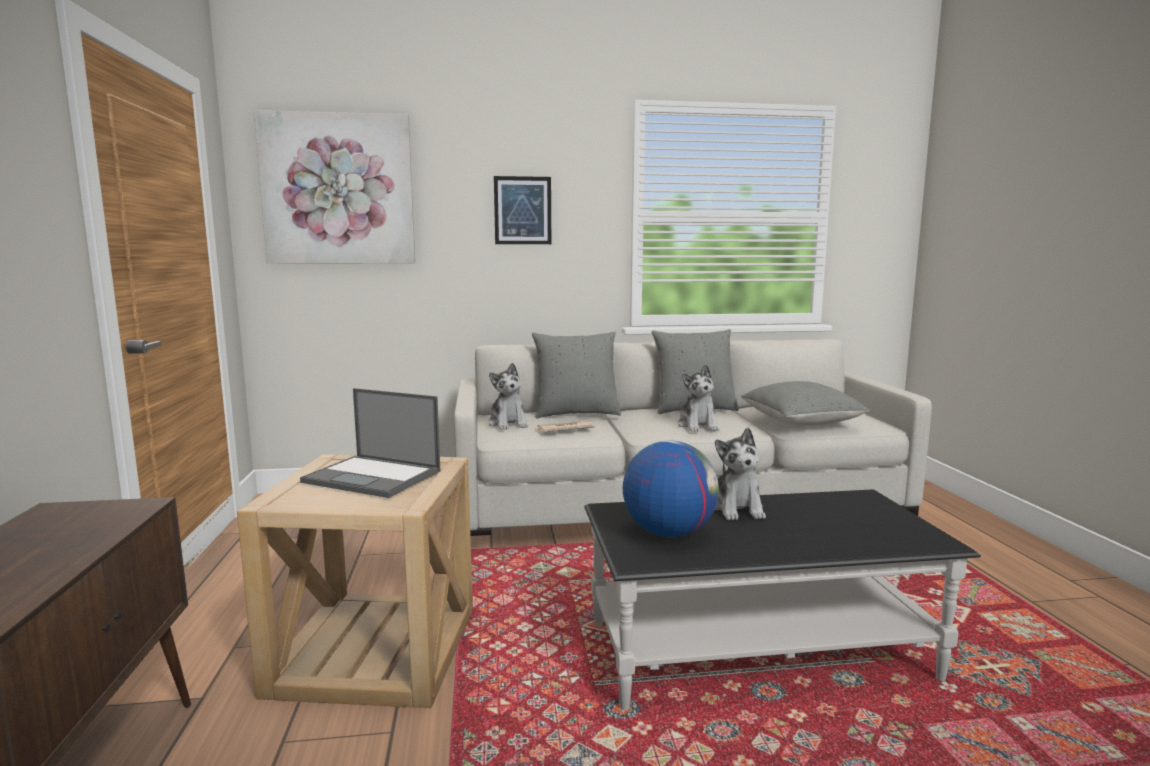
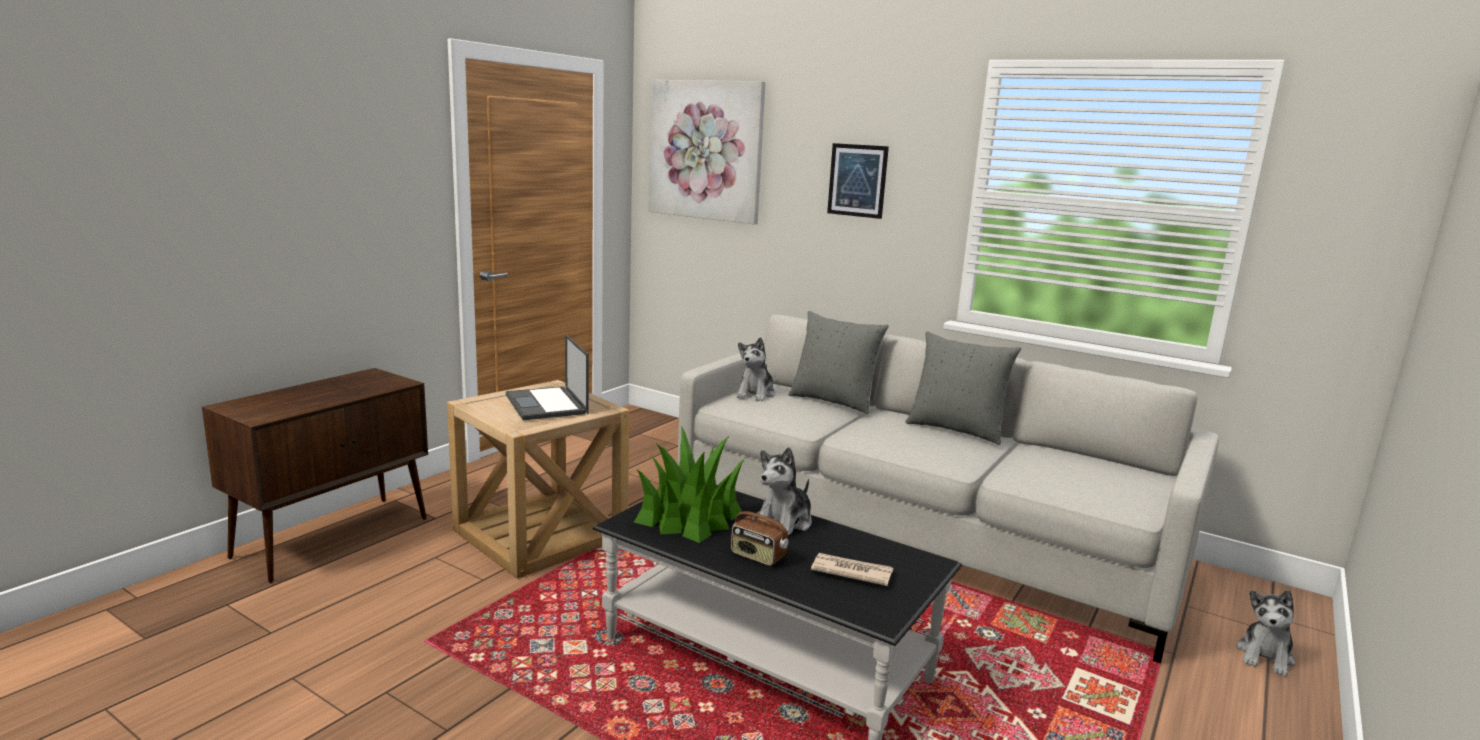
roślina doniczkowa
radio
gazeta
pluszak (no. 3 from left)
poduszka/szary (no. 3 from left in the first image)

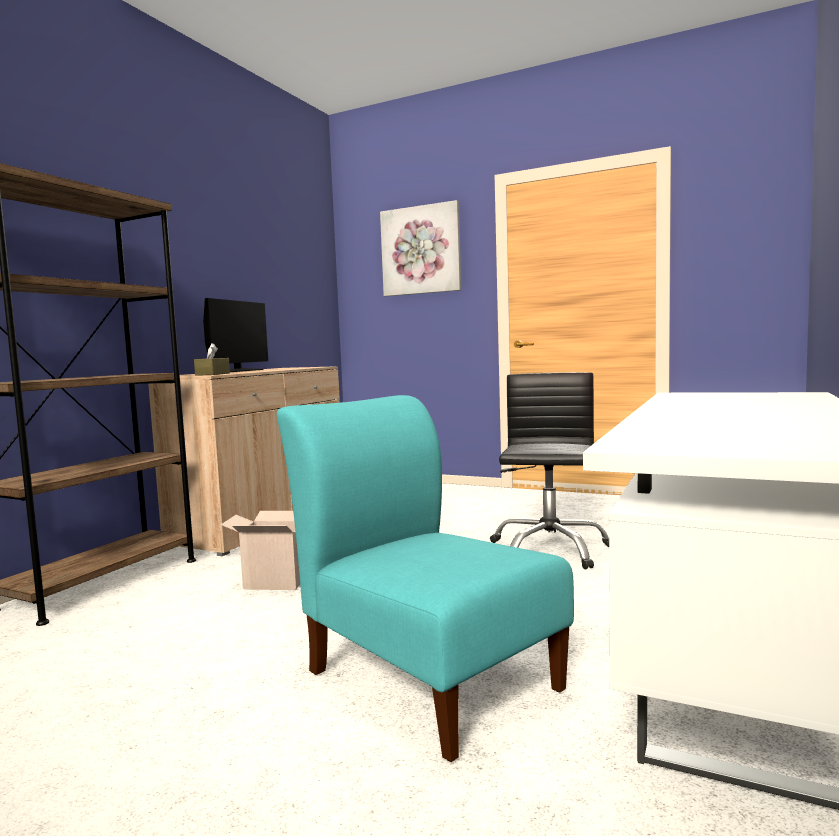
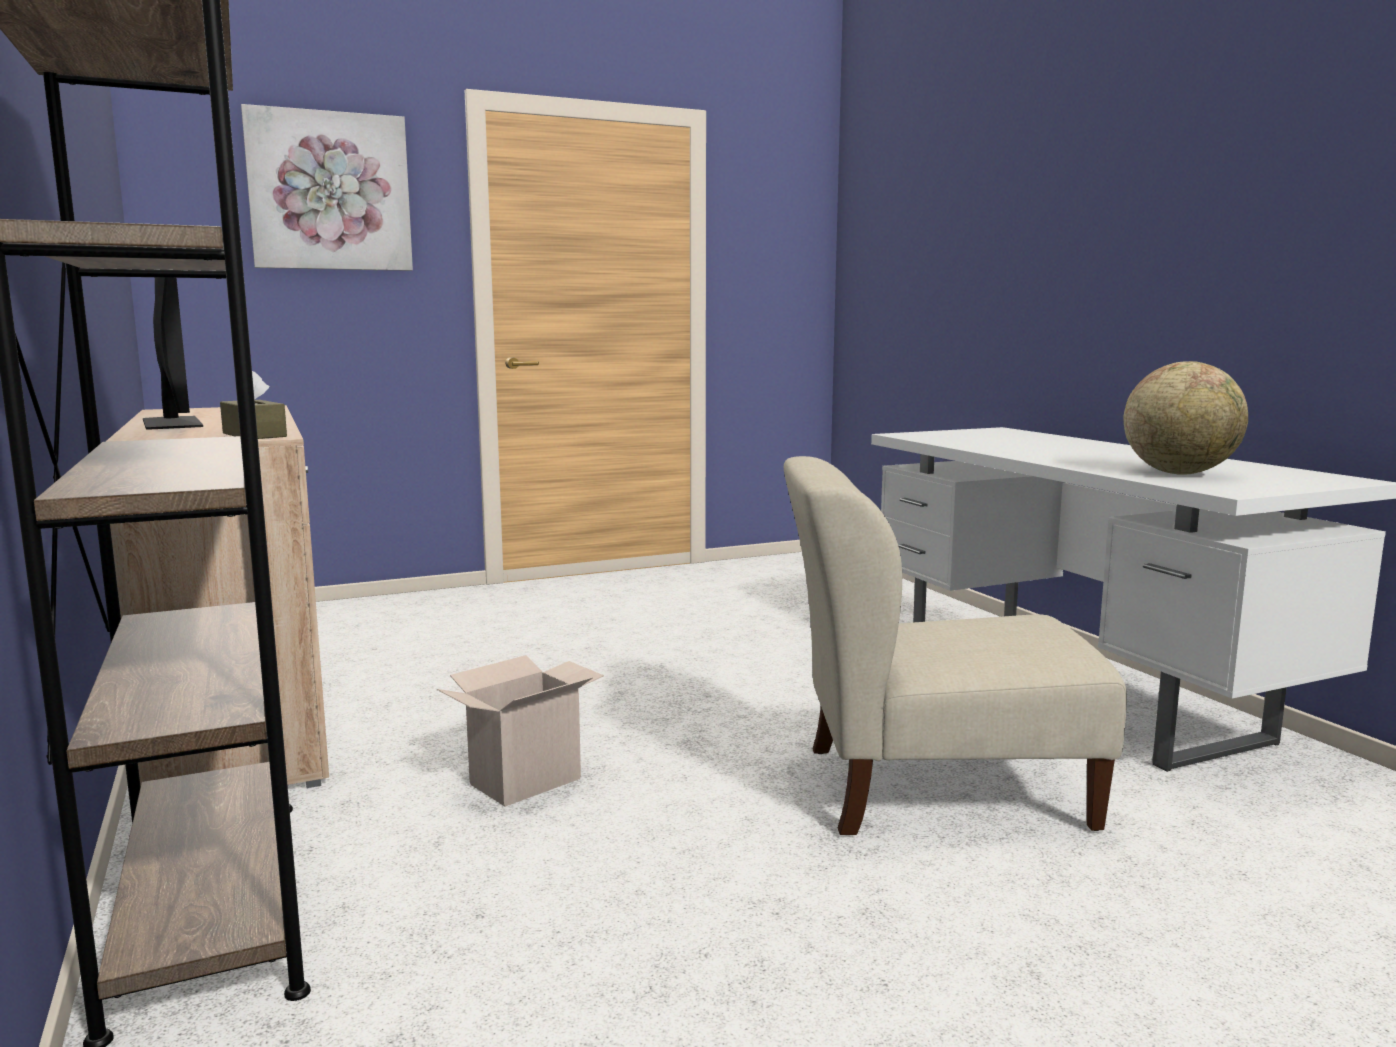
krzesło/beżowy
globus
krzesło biurowe/czarny

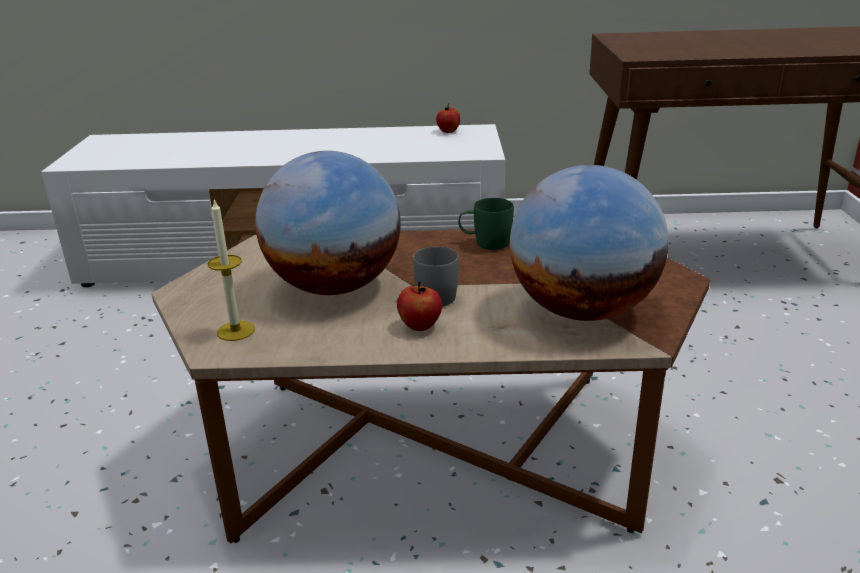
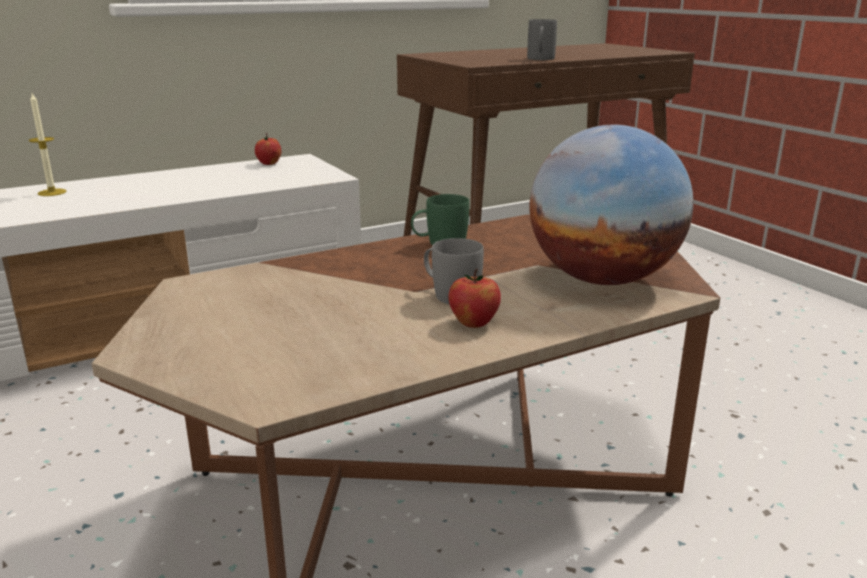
świeca
kubek/szary (no. 2 from left)
globus (no. 1 from left in the first image)

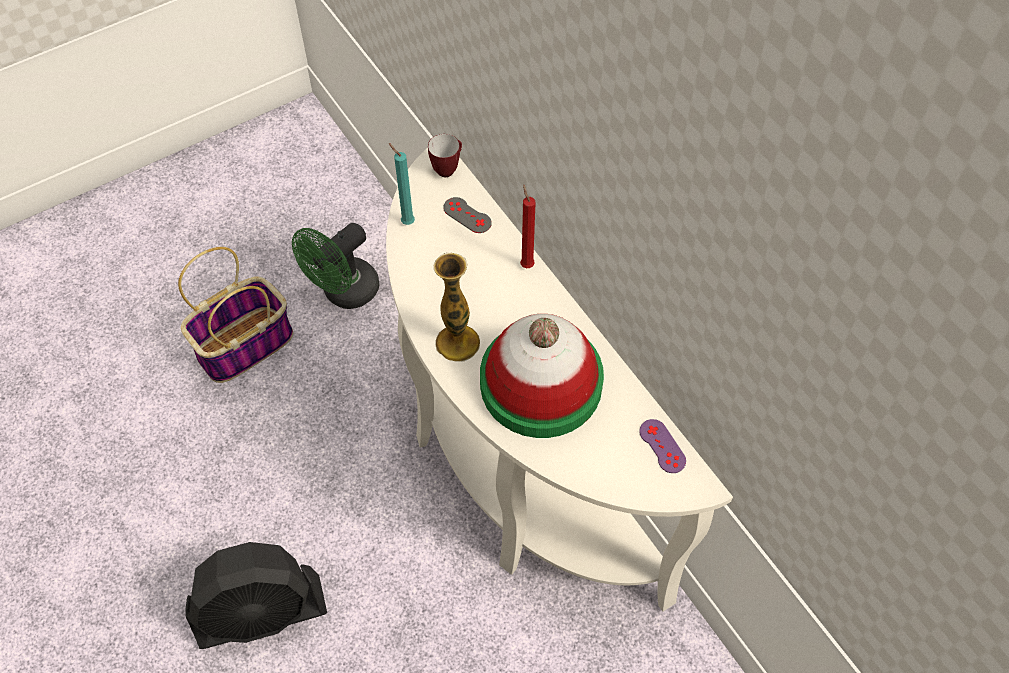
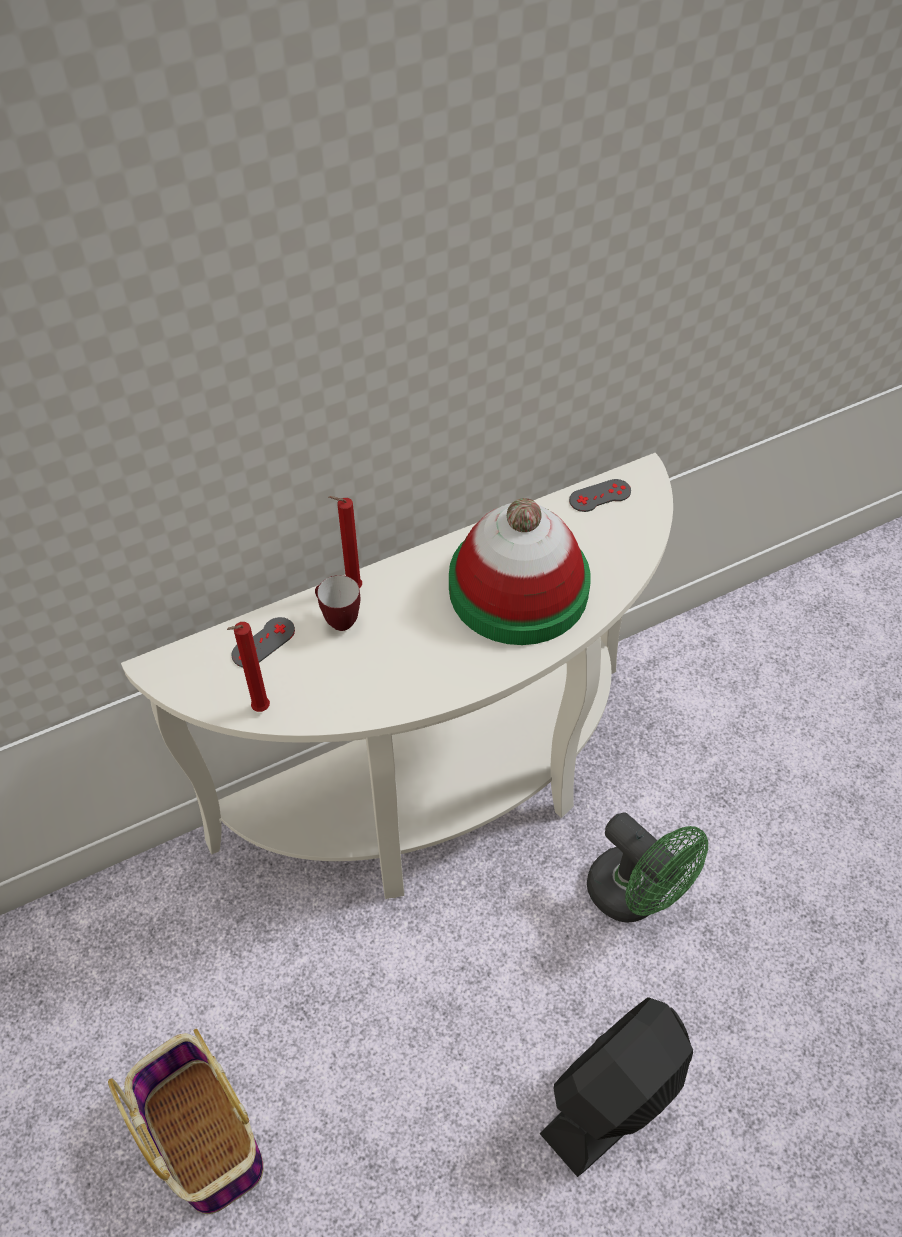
świeca/czerwony (no. 1 from left)
kubek
wentylator/czarny
pad do gier/szary (no. 2 from left)
wentylator/zielony
wazon

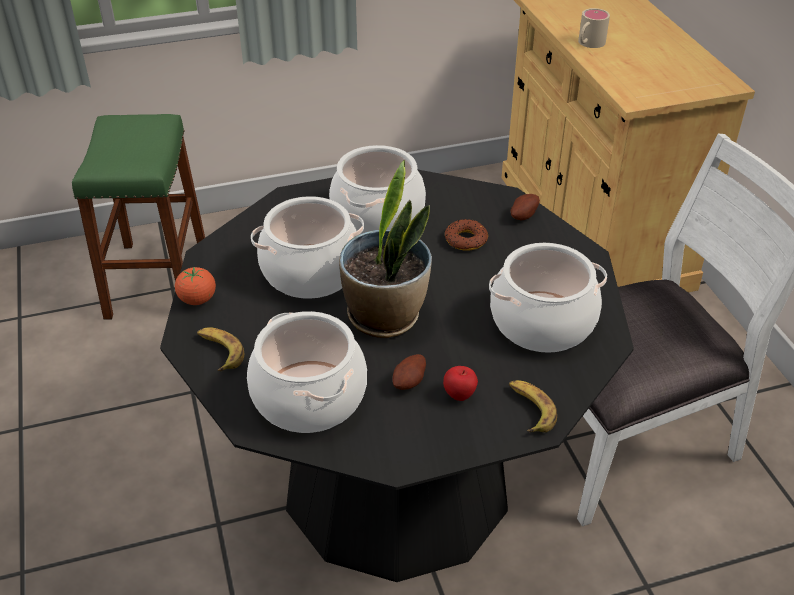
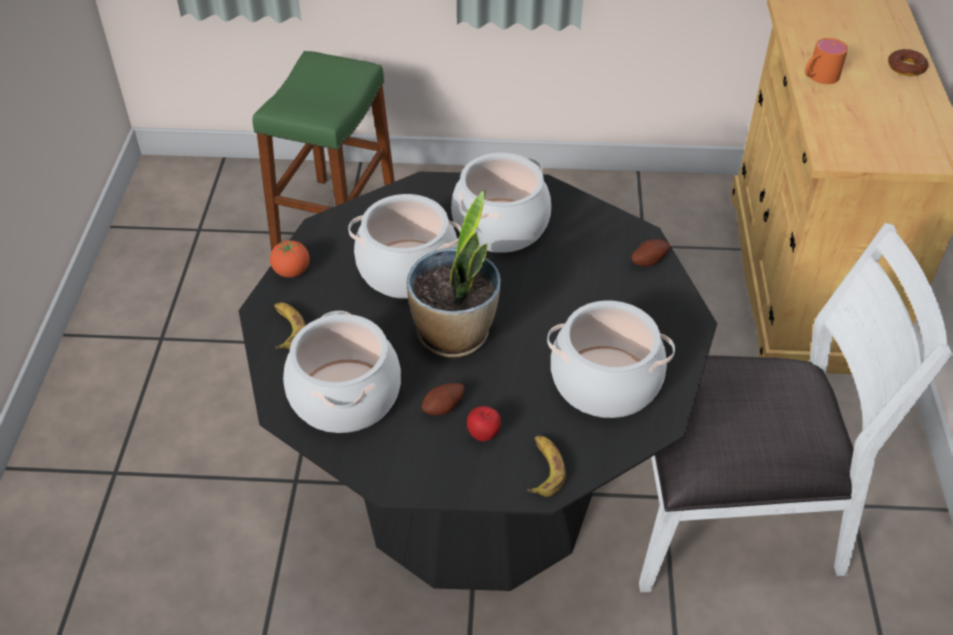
kubek/pomarańczowy
donut

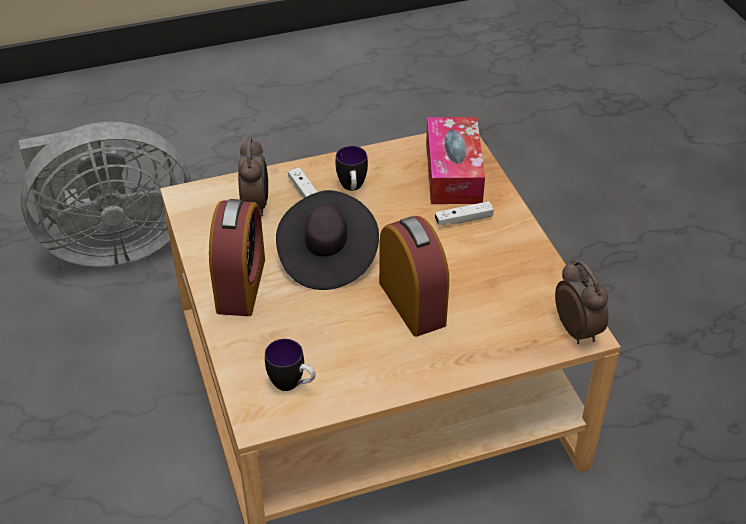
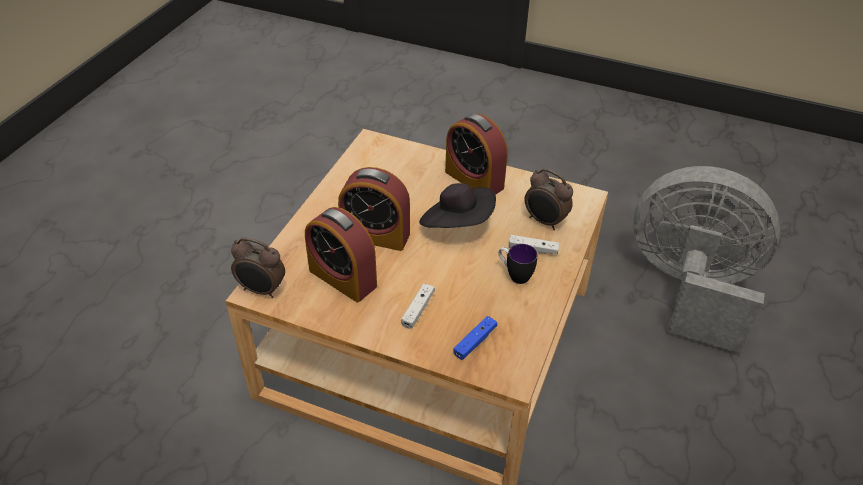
budzik (no. 2 from left)
pad do gier/niebieski
wentylator/szary
kubek (no. 1 from left in the first image)

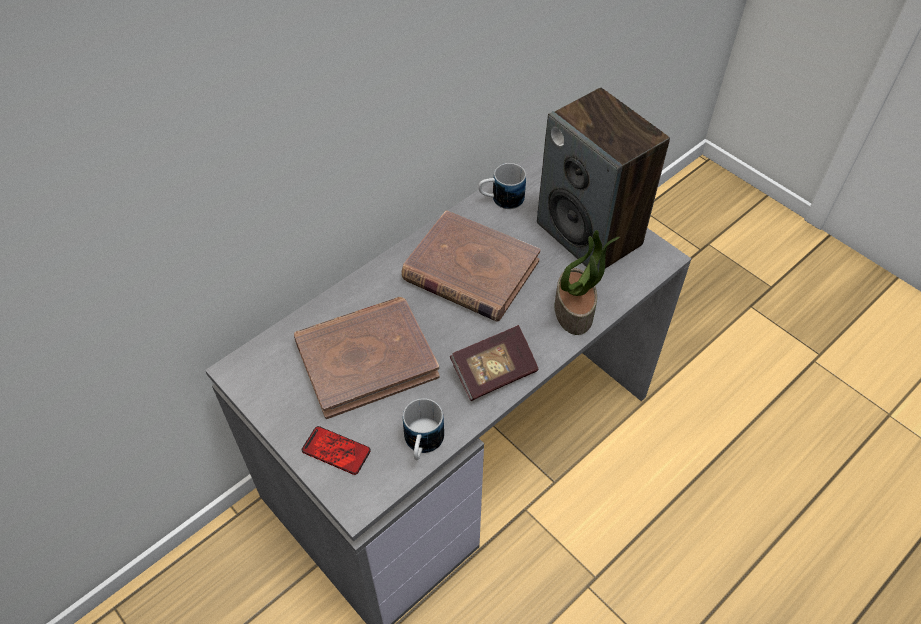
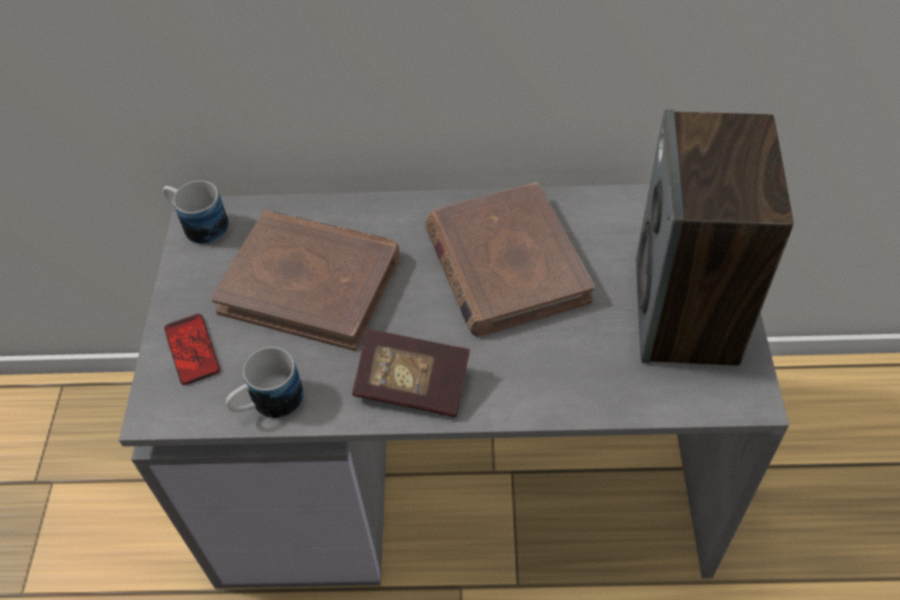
kubek (no. 1 from left)
roślina doniczkowa

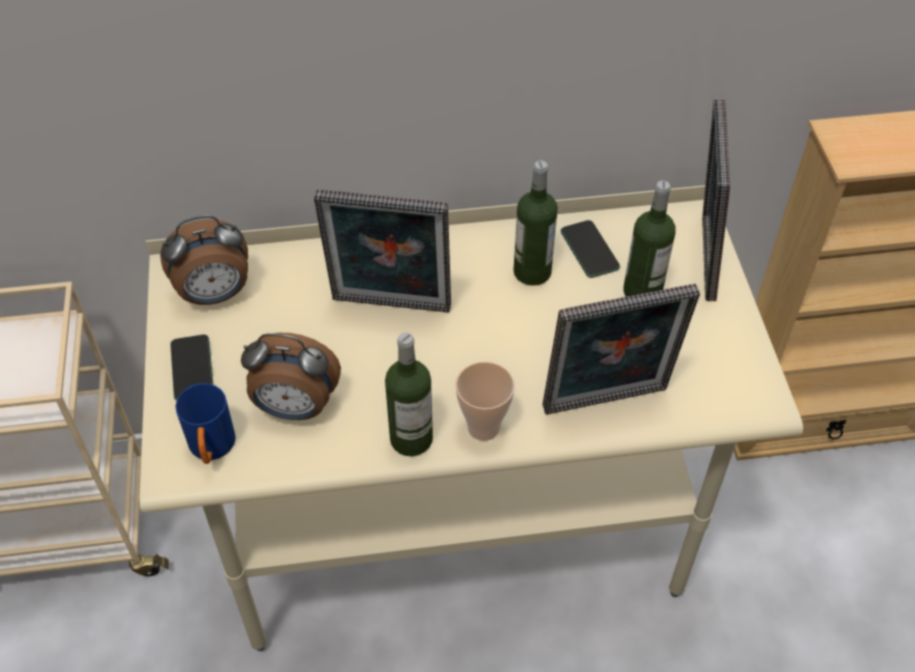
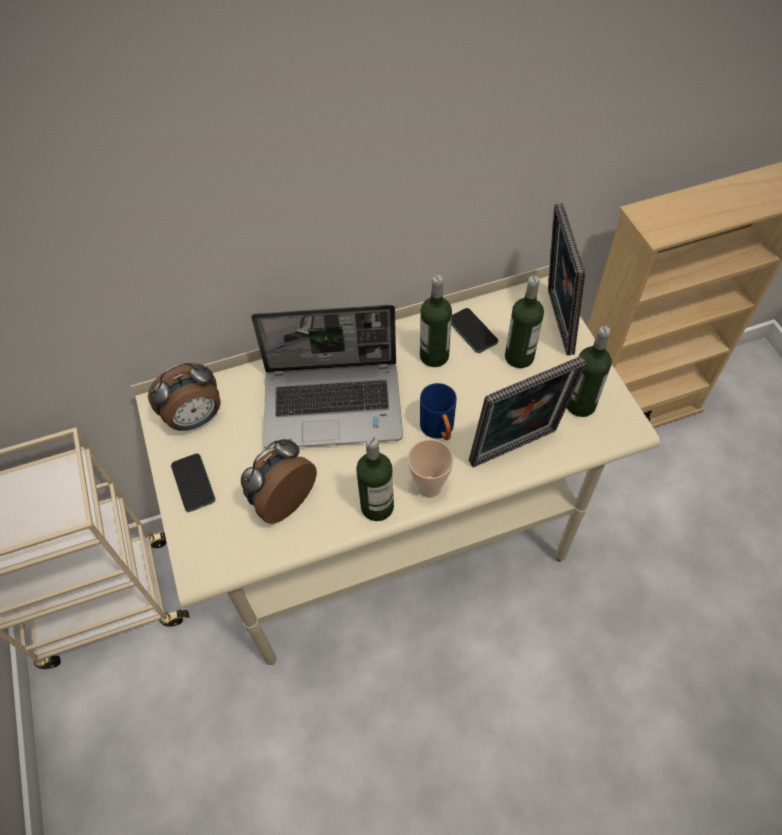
budzik (no. 2 from left)
laptop
kubek/niebieski
butelka (no. 4 from left)

